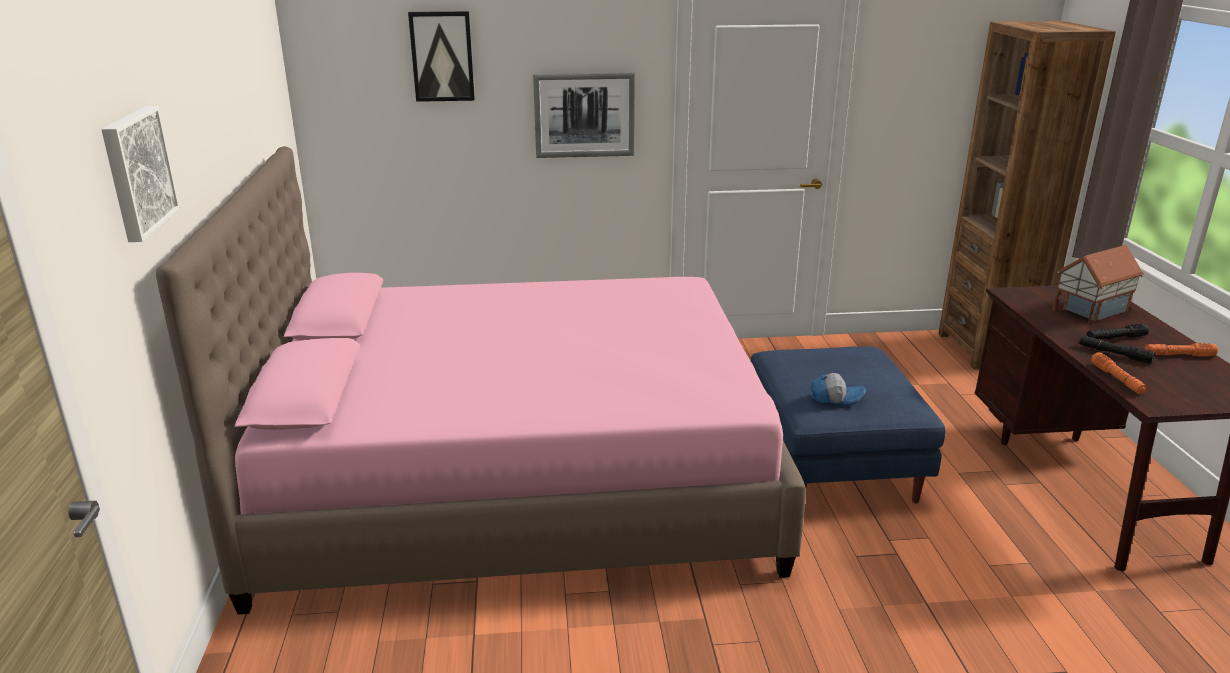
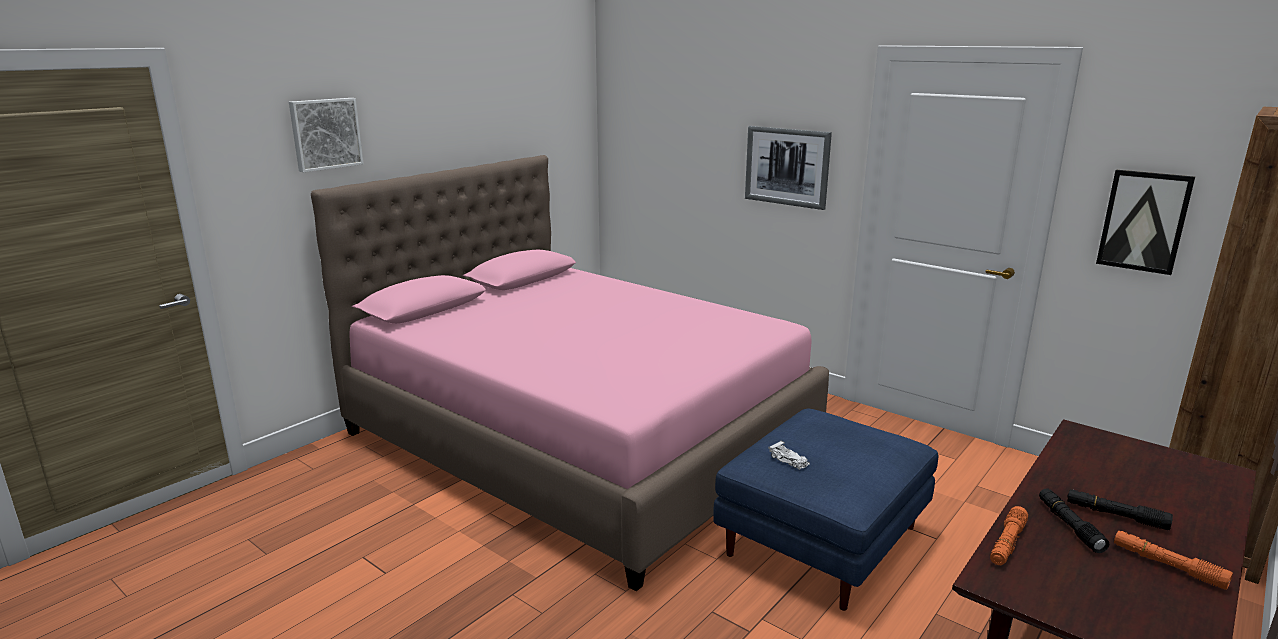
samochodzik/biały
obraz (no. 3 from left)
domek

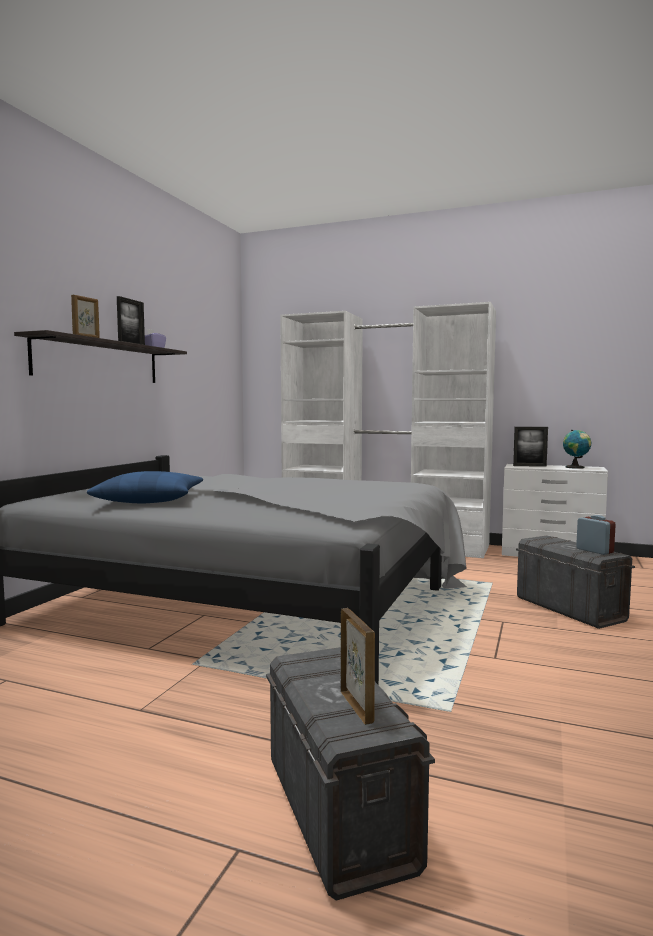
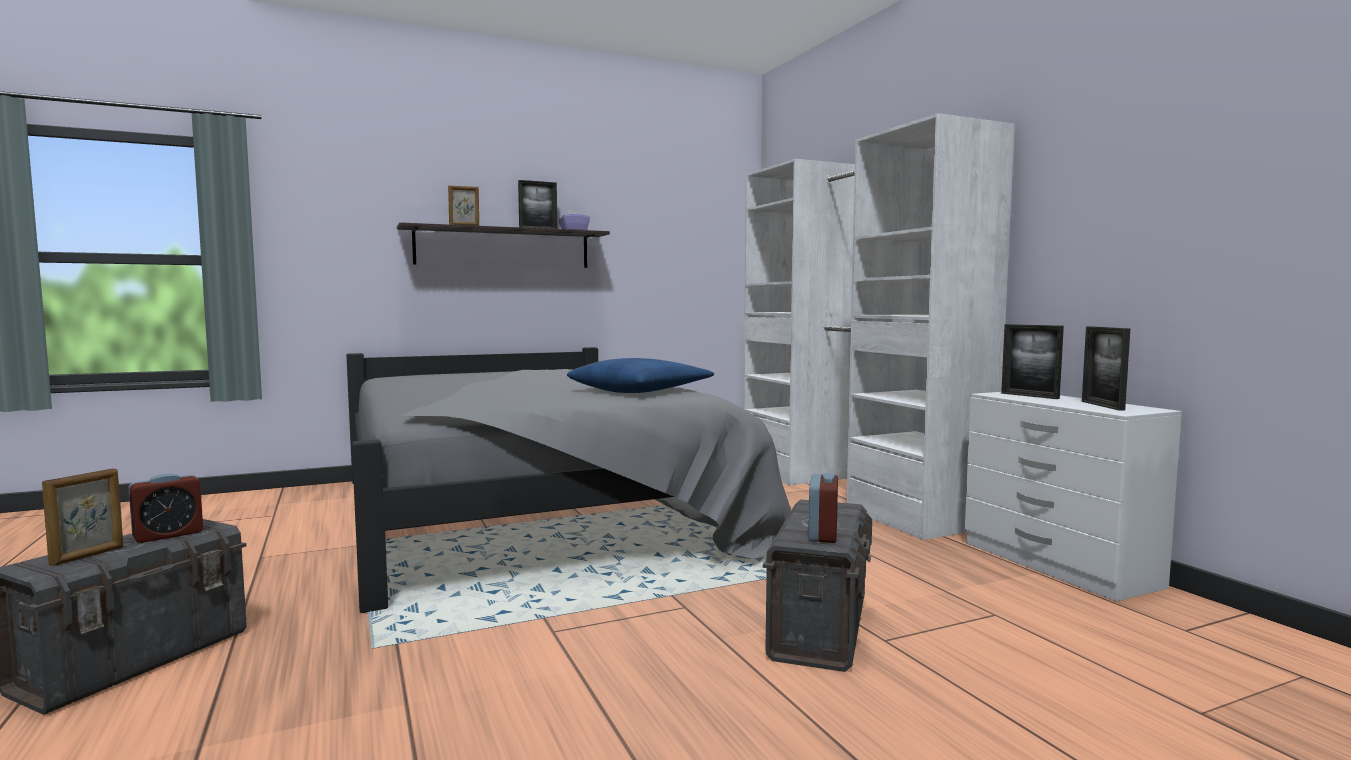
budzik (no. 1 from left)
poduszka/niebieski
ramka na zdjęcie (no. 5 from left)

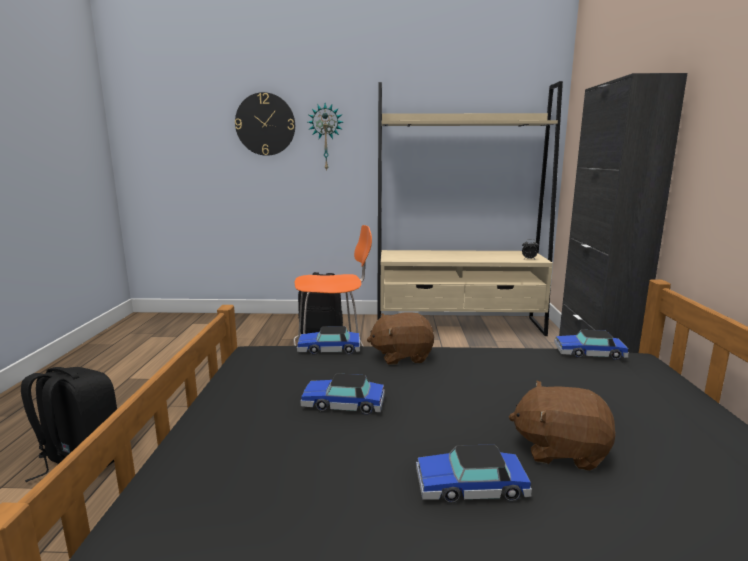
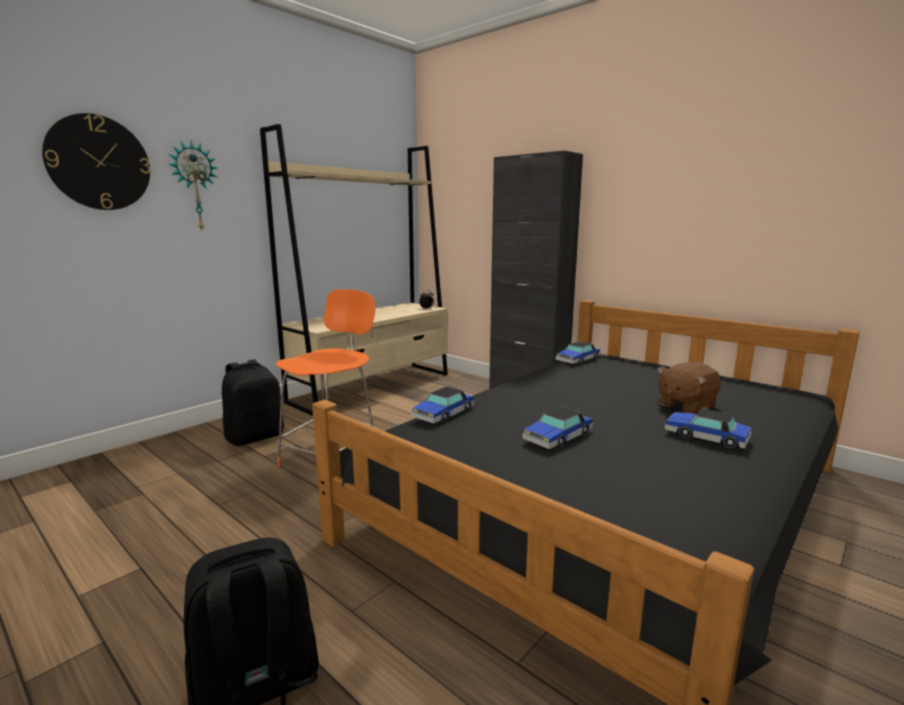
samochodzik (no. 4 from left)
pluszak/brązowy (no. 1 from left in the first image)

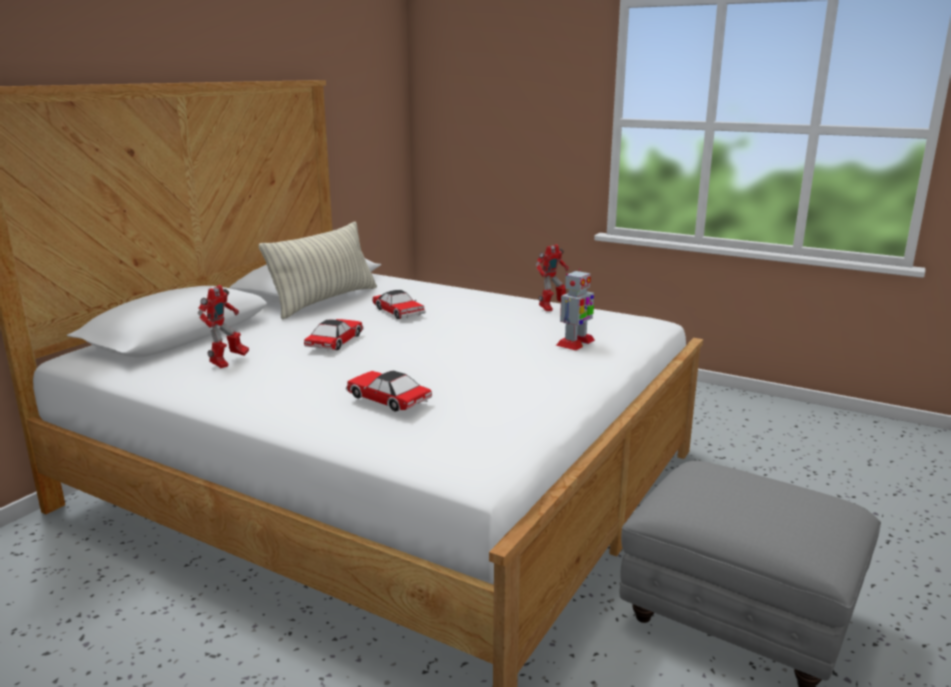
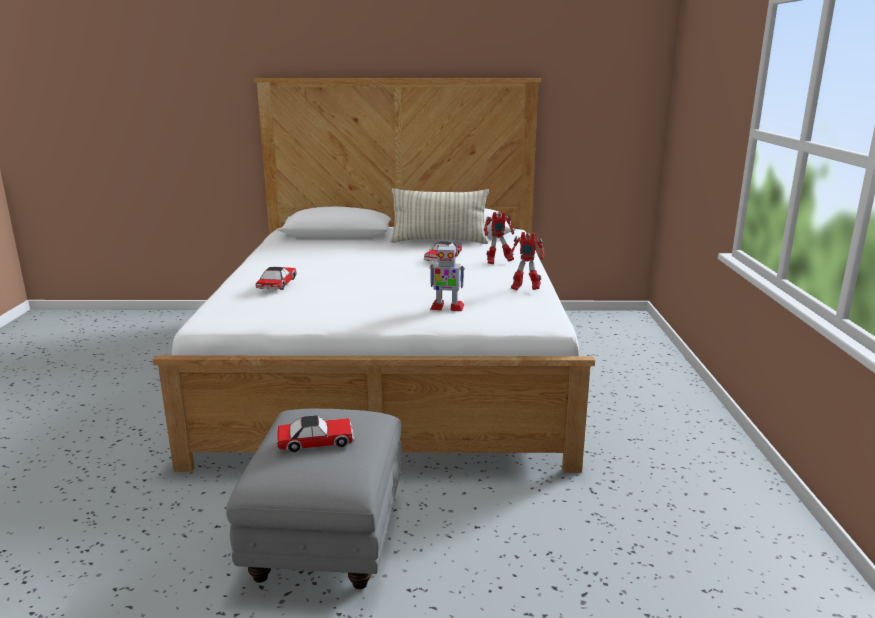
samochodzik (no. 2 from left)
robot zabawkowy (no. 2 from left)

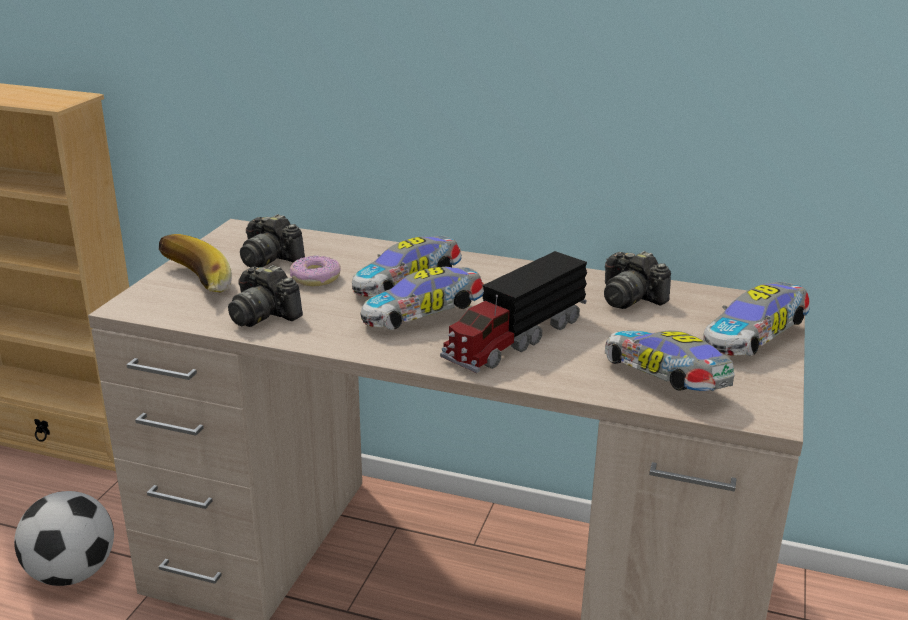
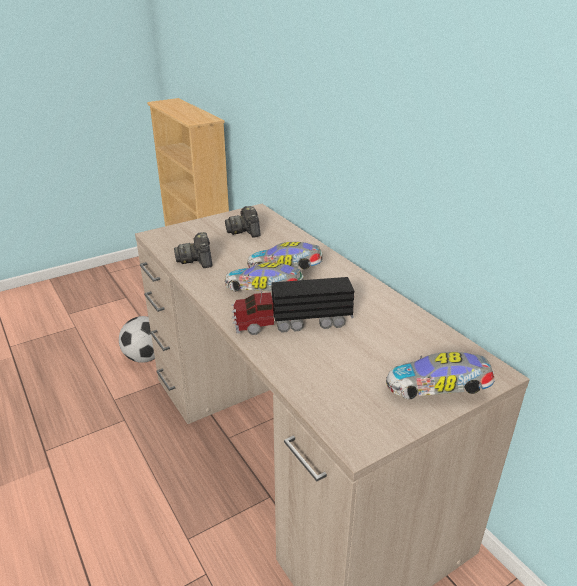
banan
donut
aparat fotograficzny (no. 3 from left in the first image)
samochodzik (no. 3 from left in the first image)

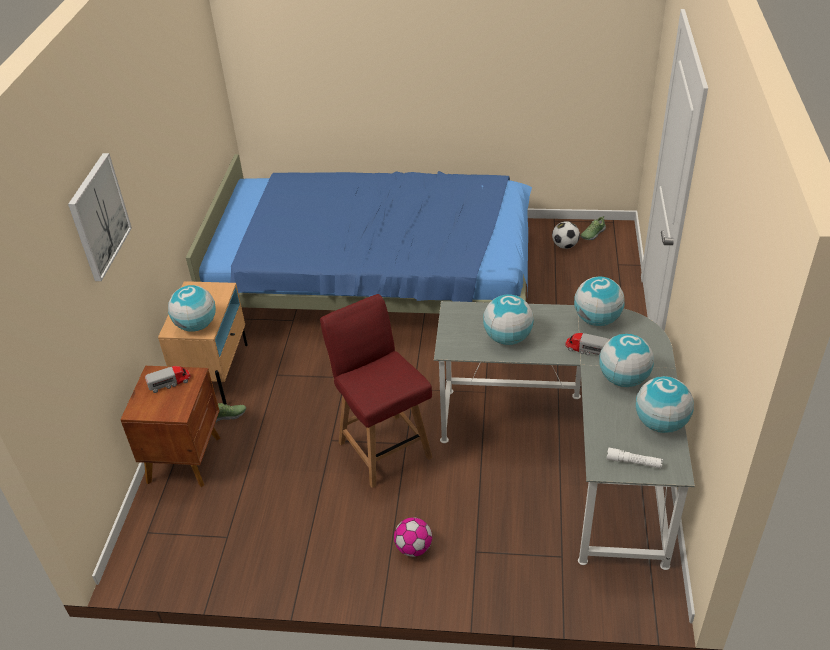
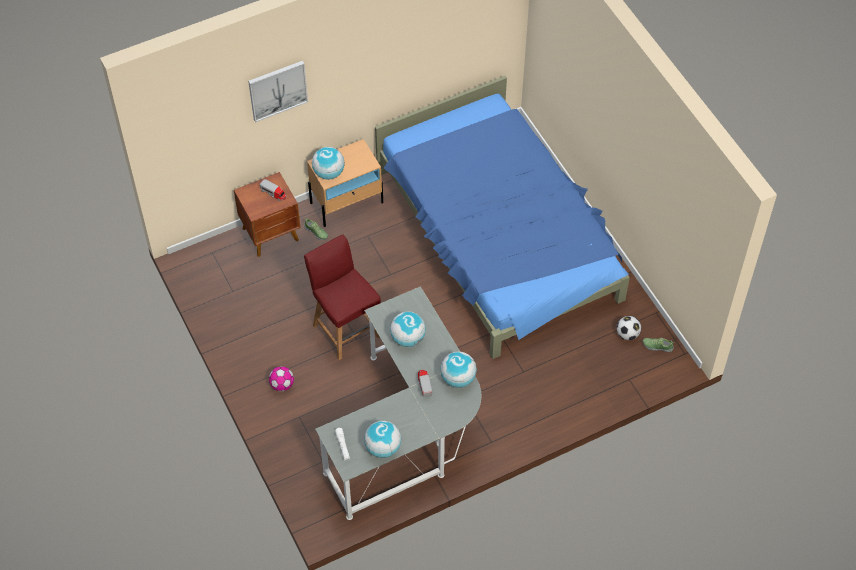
krzesło/czerwony
globus (no. 4 from left in the first image)

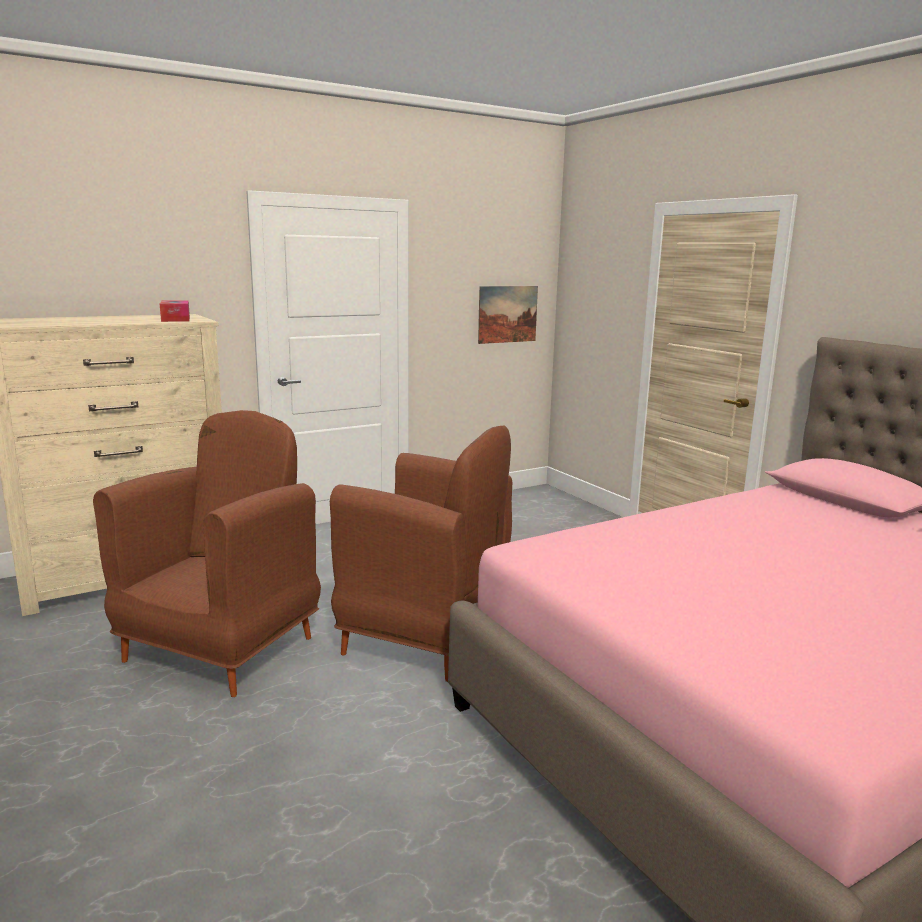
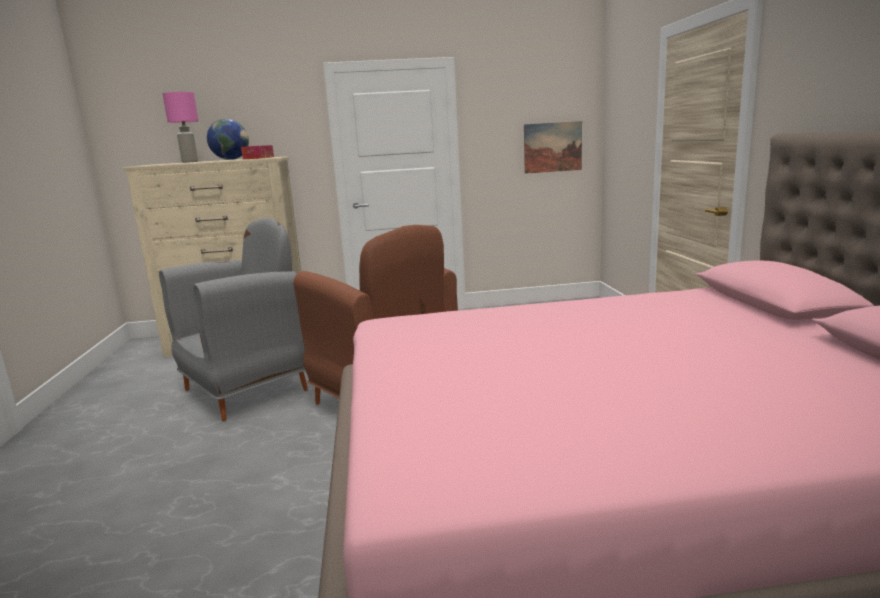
fotel/szary
lampa stołowa/różowy
globus

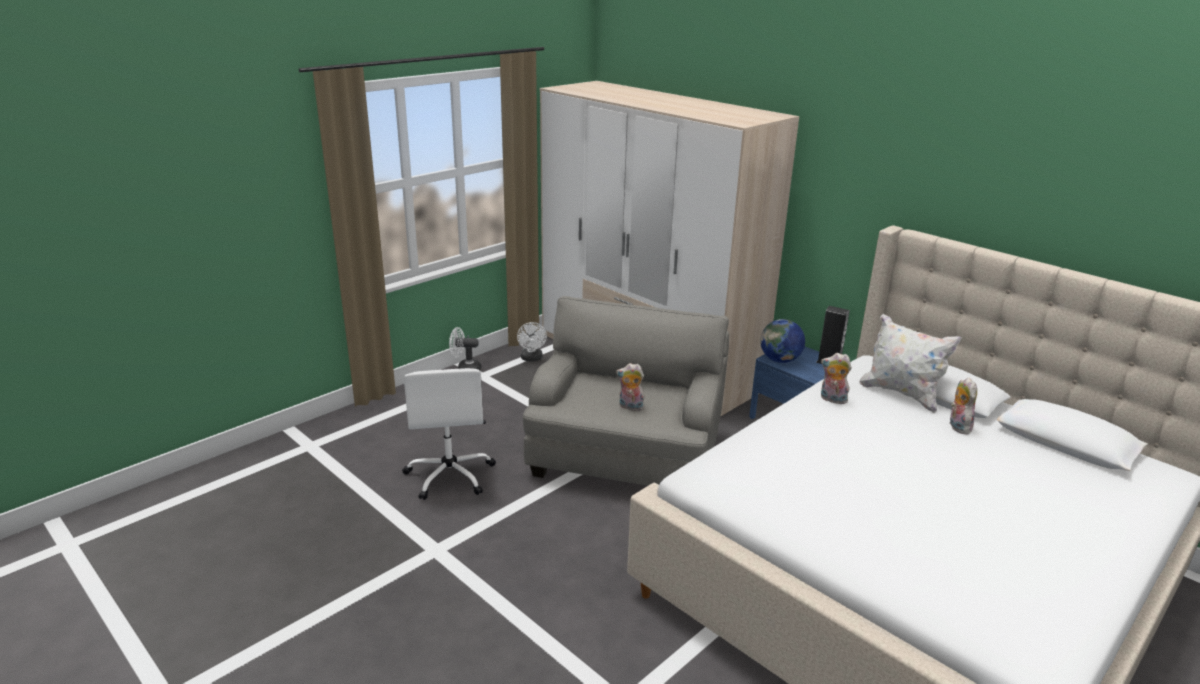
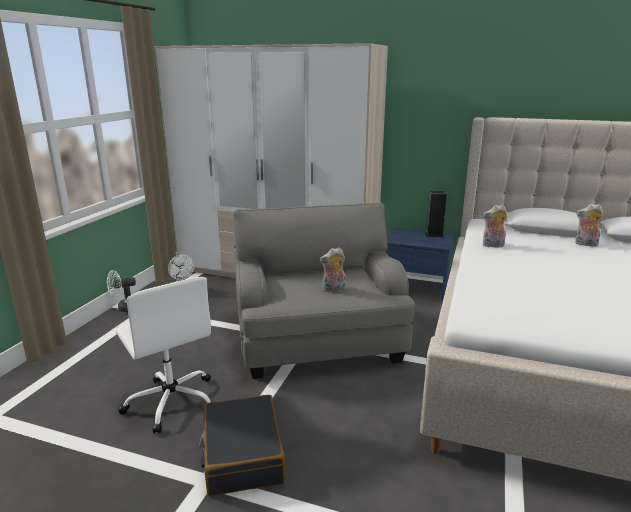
walizka/czarny
pluszak (no. 3 from left)
globus
poduszka/biały

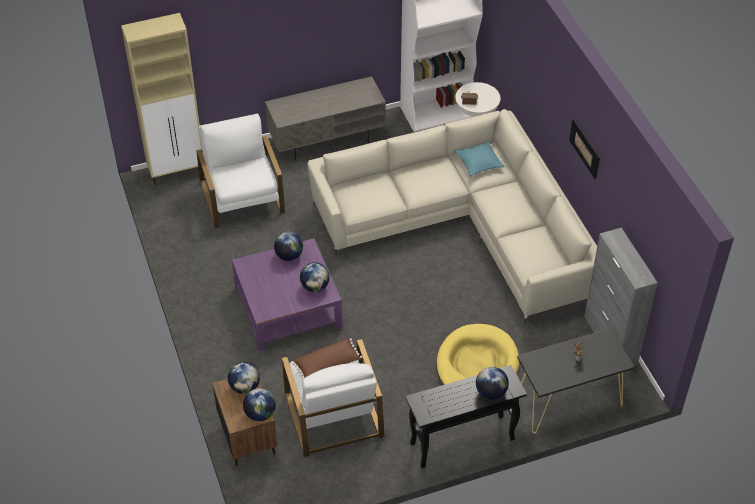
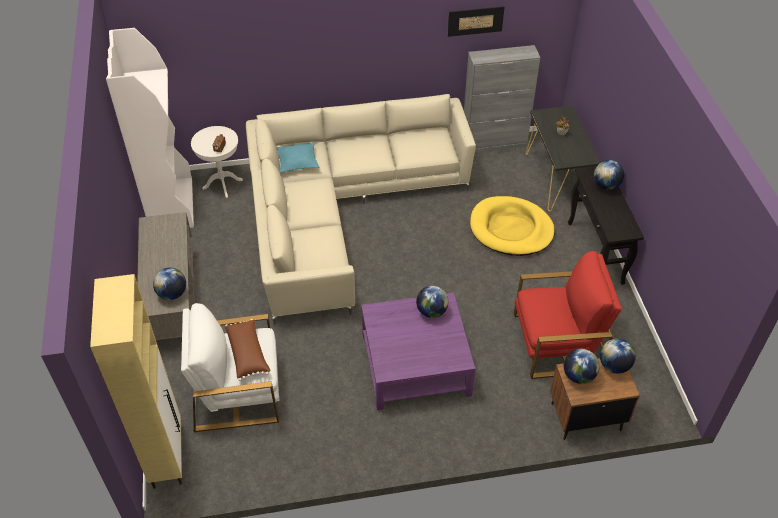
globus (no. 1 from left)
poduszka/brązowy
obraz
fotel/czerwony

